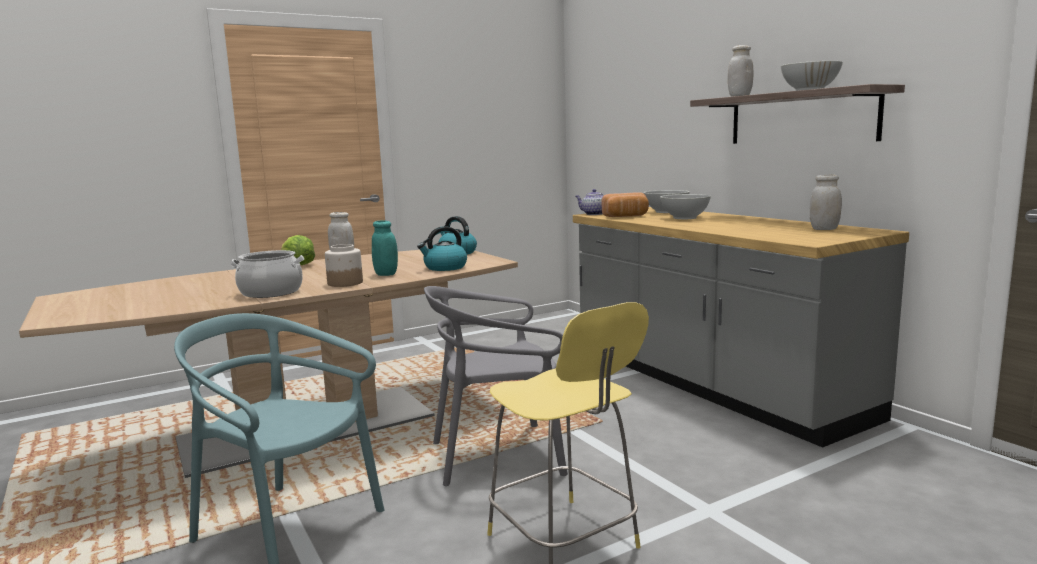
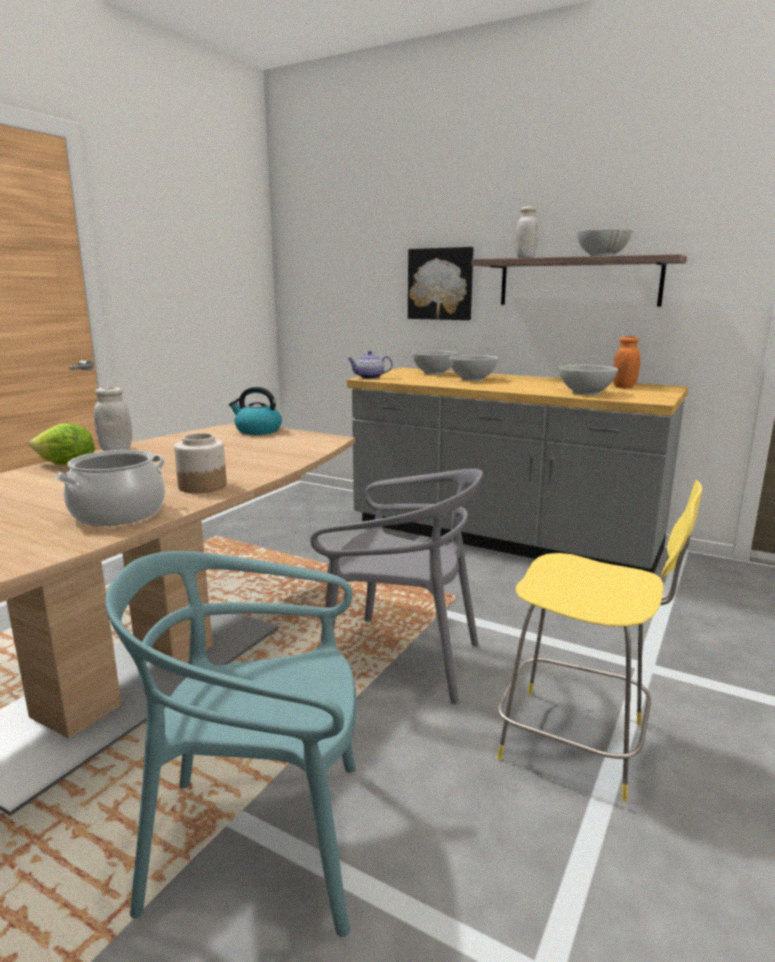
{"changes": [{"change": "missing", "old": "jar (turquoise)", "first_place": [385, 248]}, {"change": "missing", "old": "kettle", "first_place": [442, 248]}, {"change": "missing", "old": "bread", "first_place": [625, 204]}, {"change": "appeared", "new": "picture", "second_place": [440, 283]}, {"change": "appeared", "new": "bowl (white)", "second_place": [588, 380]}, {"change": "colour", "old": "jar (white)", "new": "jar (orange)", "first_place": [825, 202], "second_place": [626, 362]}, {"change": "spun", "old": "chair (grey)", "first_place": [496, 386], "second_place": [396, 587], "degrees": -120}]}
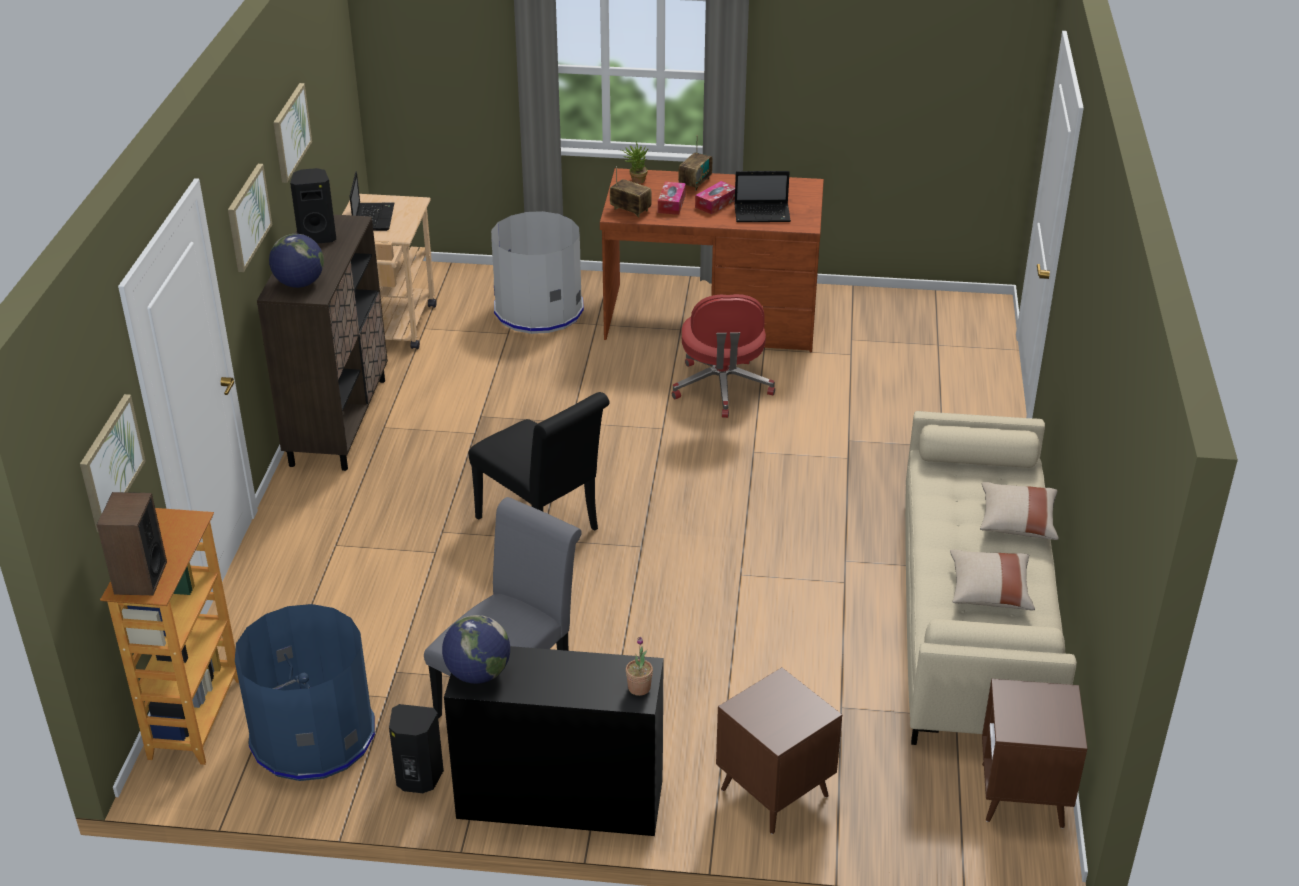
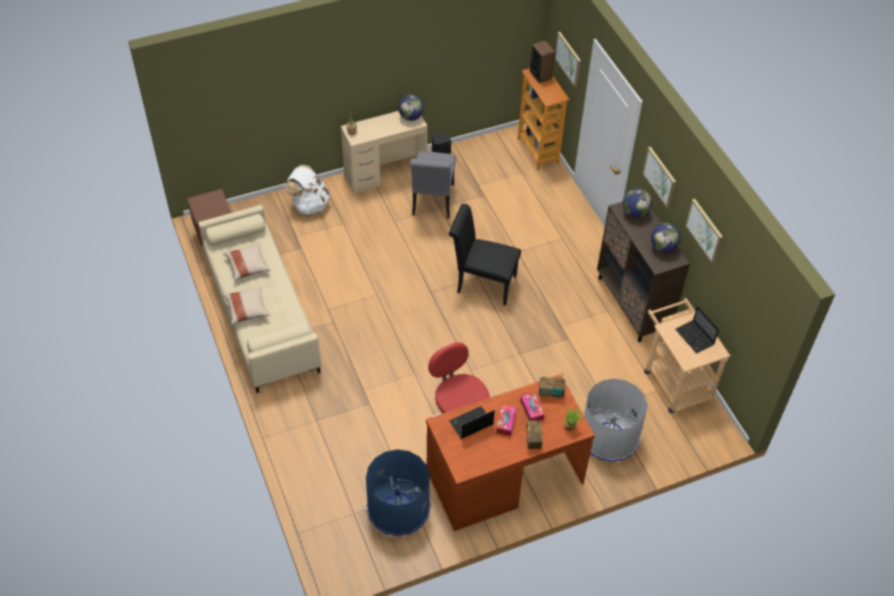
{"changes": [{"change": "relocated", "old": "trash can (blue)", "first_place": [305, 692], "second_place": [398, 492]}, {"change": "exchanged", "old": "speaker (black)", "new": "globe", "first_place": [313, 206], "second_place": [666, 238]}, {"change": "exchanged", "old": "side table (brown)", "new": "backpack (white)", "first_place": [779, 750], "second_place": [308, 190]}, {"change": "colour", "old": "desk (black)", "new": "desk (beige)", "first_place": [554, 741], "second_place": [384, 152]}]}
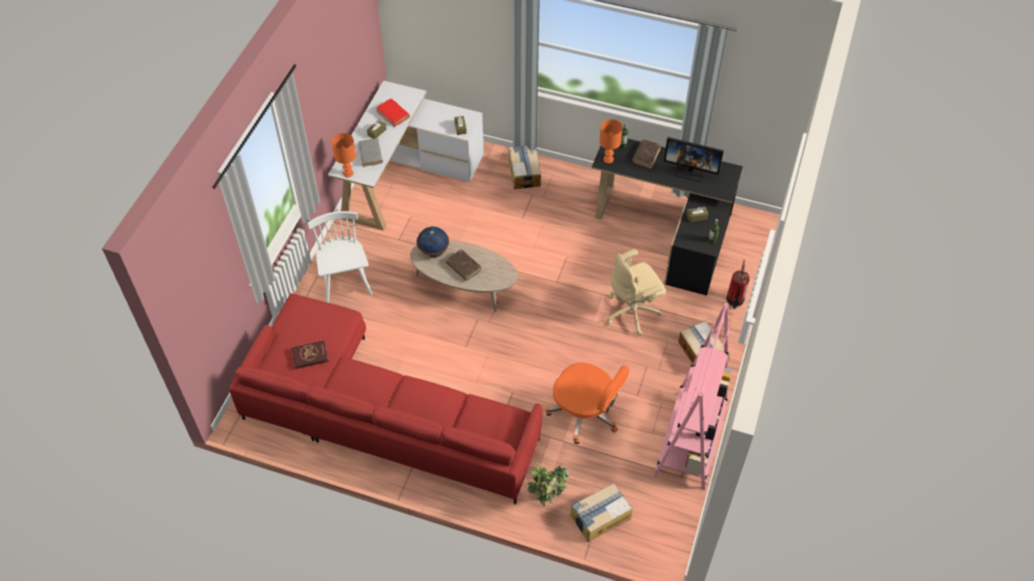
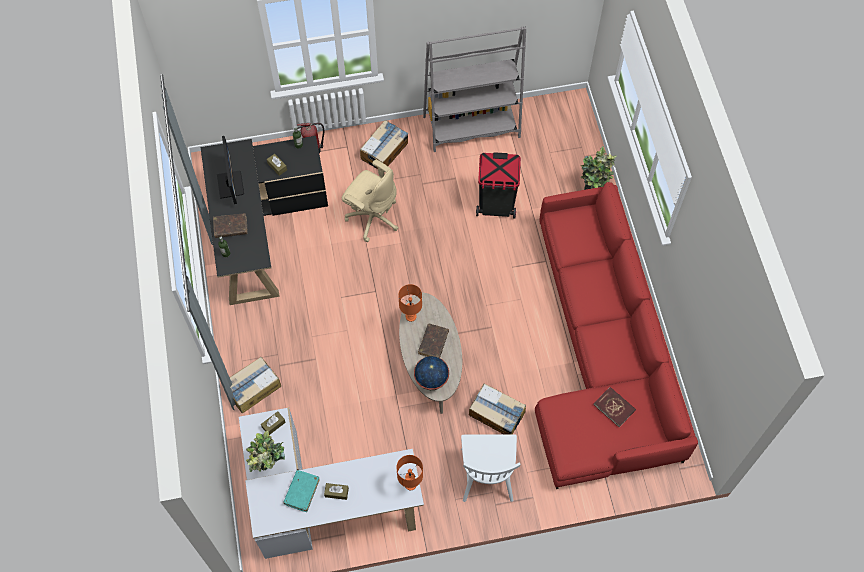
{"changes": [{"change": "missing", "old": "book (grey)", "first_place": [370, 152]}, {"change": "appeared", "new": "potted plant", "second_place": [265, 451]}, {"change": "relocated", "old": "cardboard box", "first_place": [602, 512], "second_place": [497, 408]}, {"change": "relocated", "old": "table lamp (orange)", "first_place": [611, 141], "second_place": [410, 303]}, {"change": "exchanged", "old": "office chair (orange)", "new": "trash can (black)", "first_place": [588, 403], "second_place": [498, 185]}, {"change": "colour", "old": "book (red)", "new": "book (turquoise)", "first_place": [393, 113], "second_place": [301, 491]}, {"change": "colour", "old": "bookcase (pink)", "new": "bookcase (grey)", "first_place": [692, 396], "second_place": [474, 89]}, {"change": "spun", "old": "chair (white)", "first_place": [340, 257], "second_place": [491, 468], "degrees": -45}]}
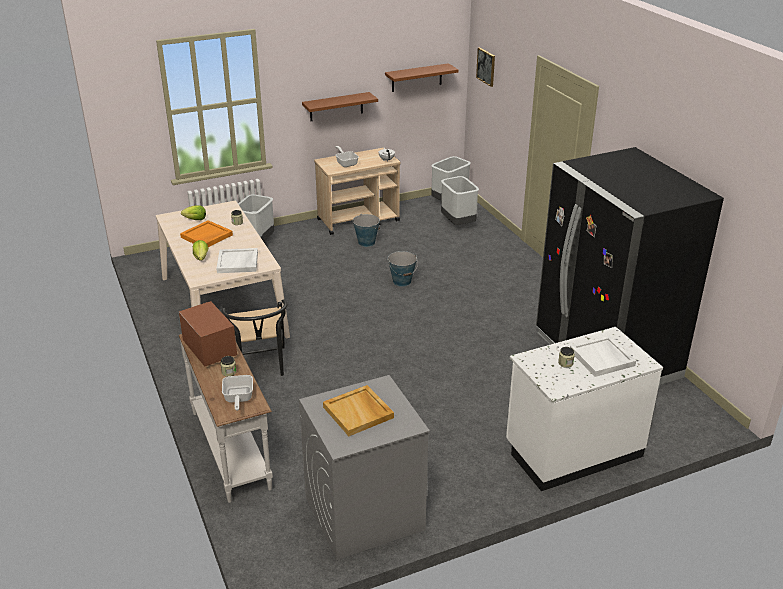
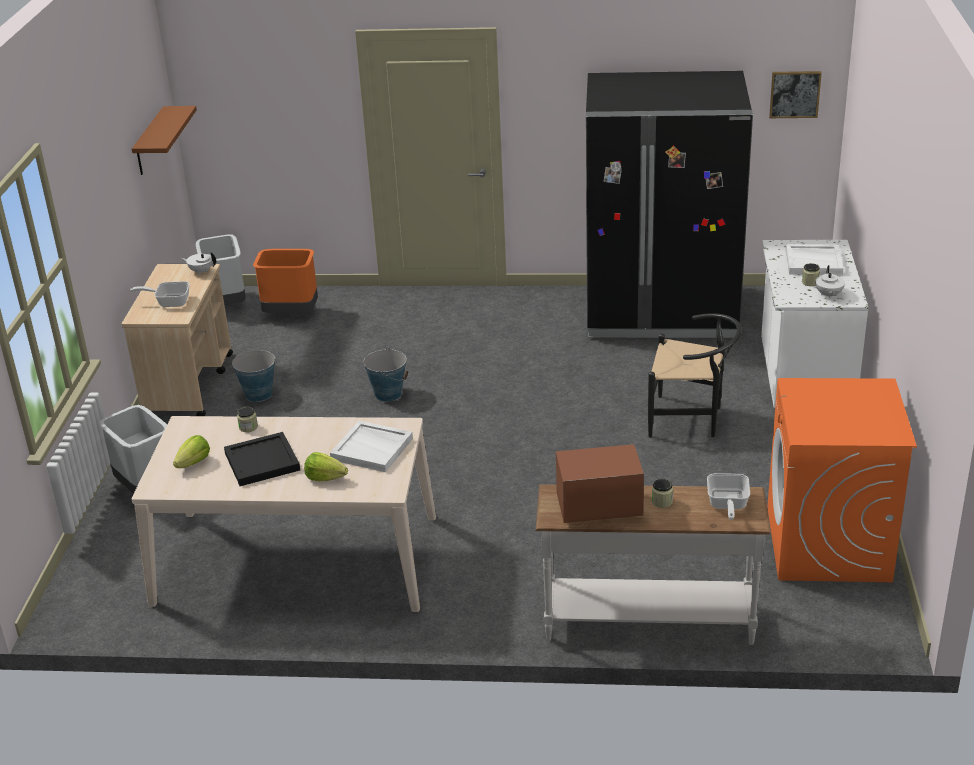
{"changes": [{"change": "missing", "old": "shelf (brown)", "first_place": [340, 106]}, {"change": "missing", "old": "tray (beige)", "first_place": [358, 410]}, {"change": "appeared", "new": "teapot (white)", "second_place": [830, 281]}, {"change": "relocated", "old": "chair (black)", "first_place": [254, 337], "second_place": [695, 375]}, {"change": "relocated", "old": "picture", "first_place": [485, 67], "second_place": [795, 94]}, {"change": "colour", "old": "tray (orange)", "new": "tray (black)", "first_place": [206, 233], "second_place": [262, 459]}, {"change": "colour", "old": "washing machine (grey)", "new": "washing machine (orange)", "first_place": [364, 467], "second_place": [842, 480]}, {"change": "colour", "old": "trash can (grey)", "new": "trash can (orange)", "first_place": [460, 200], "second_place": [285, 281]}, {"change": "spun", "old": "frying pan", "first_place": [237, 393], "second_place": [728, 496], "degrees": 75}]}
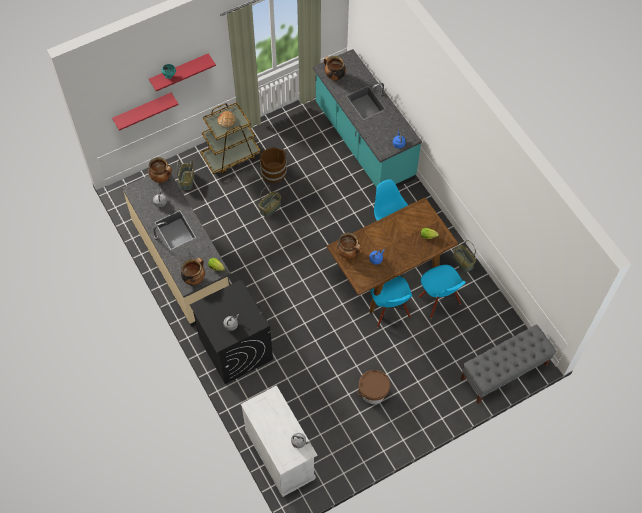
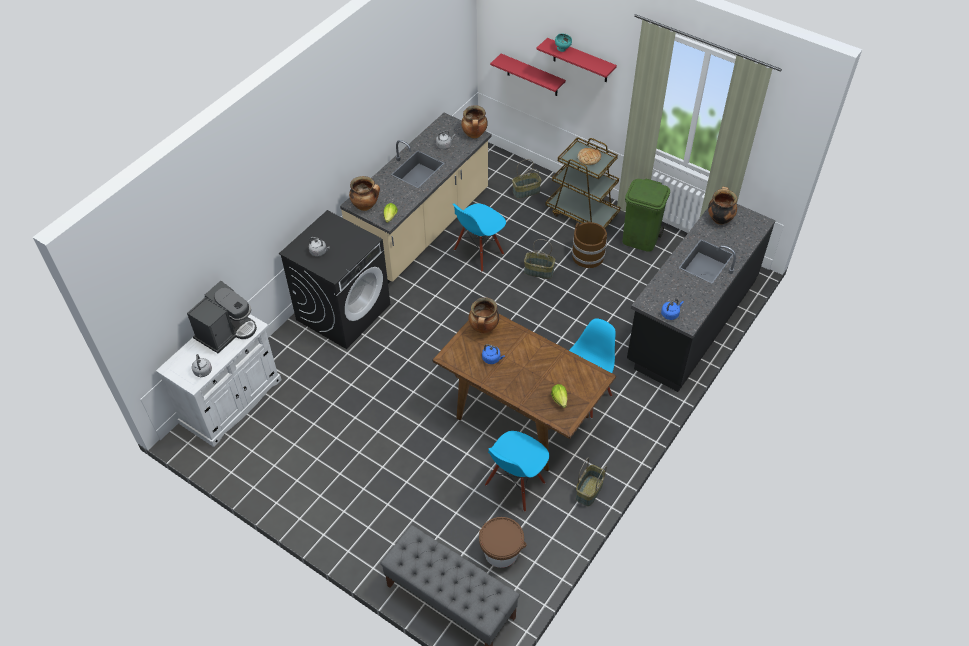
{"changes": [{"change": "appeared", "new": "coffee machine", "second_place": [222, 317]}, {"change": "appeared", "new": "trash can (green)", "second_place": [646, 215]}, {"change": "relocated", "old": "bucket (brown)", "first_place": [373, 387], "second_place": [503, 542]}, {"change": "relocated", "old": "chair (blue)", "first_place": [391, 301], "second_place": [479, 237]}, {"change": "colour", "old": "counter (turquoise)", "new": "counter (black)", "first_place": [367, 118], "second_place": [701, 298]}]}
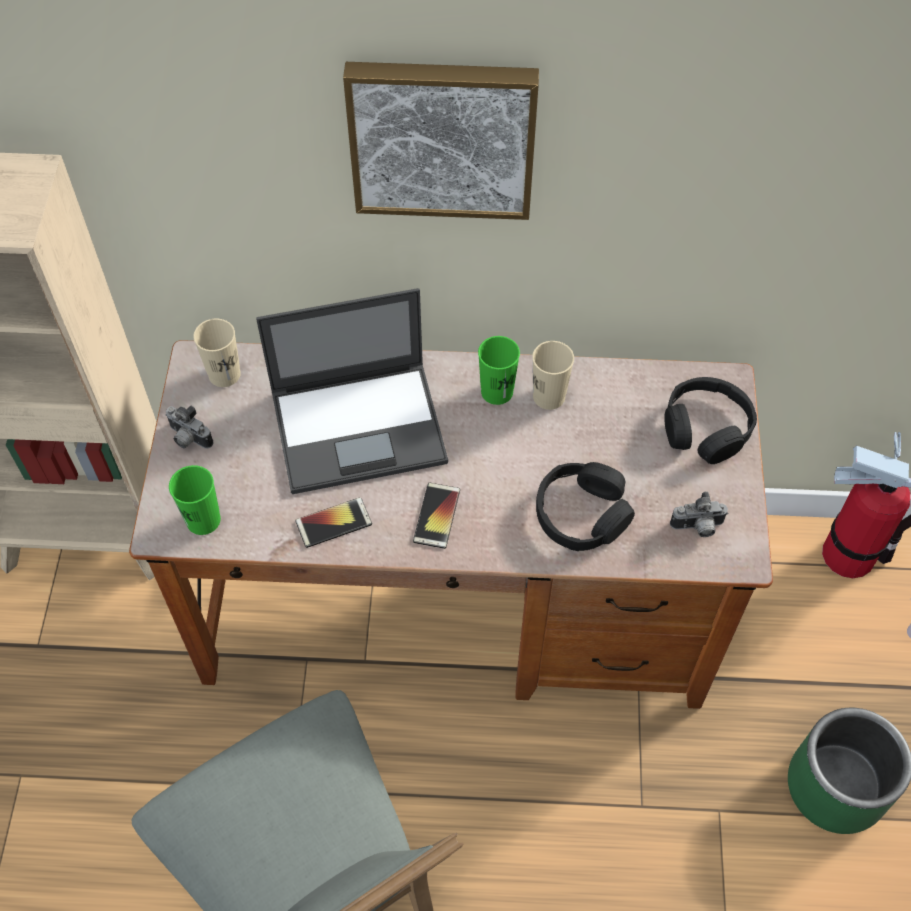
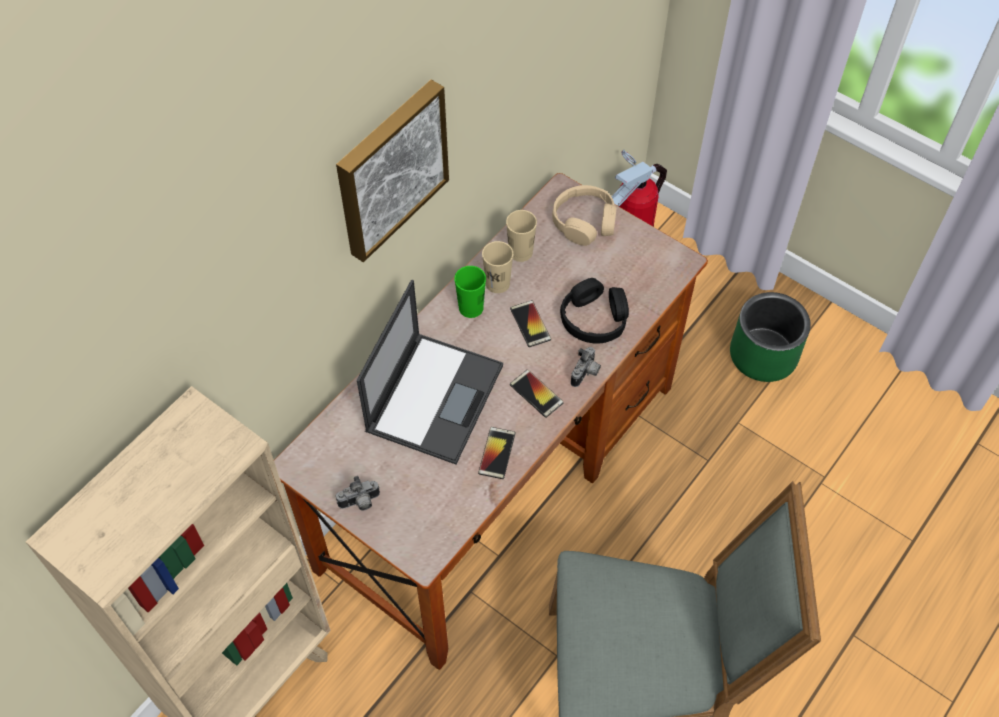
{"changes": [{"change": "missing", "old": "cup (green)", "first_place": [195, 500]}, {"change": "appeared", "new": "phone", "second_place": [530, 323]}, {"change": "relocated", "old": "cup (beige)", "first_place": [217, 353], "second_place": [521, 236]}, {"change": "relocated", "old": "photo camera", "first_place": [699, 514], "second_place": [586, 367]}, {"change": "colour", "old": "headphones (black)", "new": "headphones (beige)", "first_place": [710, 420], "second_place": [584, 215]}]}
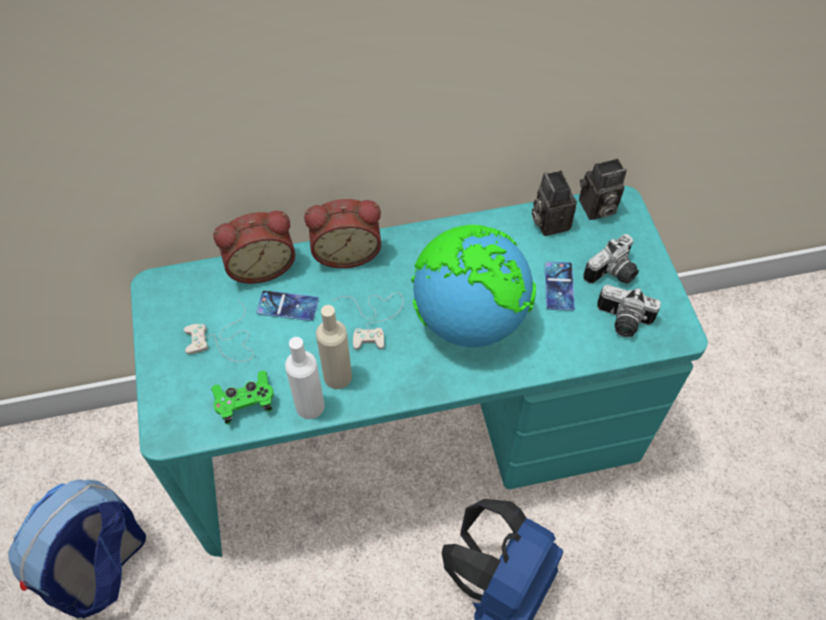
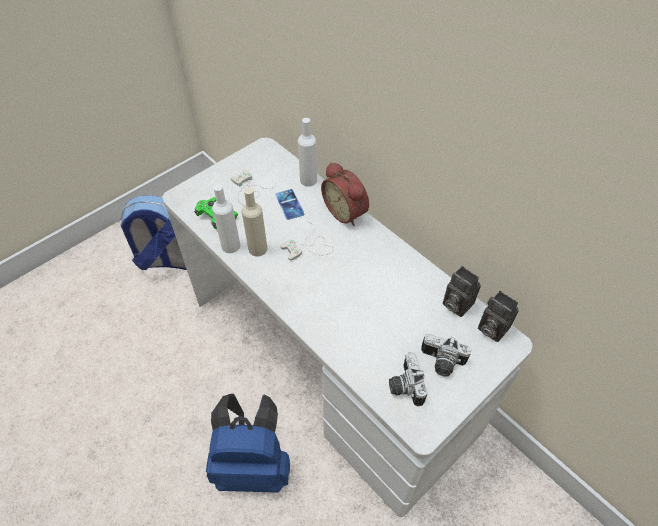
{"changes": [{"change": "missing", "old": "globe", "first_place": [473, 286]}, {"change": "missing", "old": "phone", "first_place": [559, 286]}, {"change": "exchanged", "old": "alarm clock", "new": "bottle (white)", "first_place": [254, 247], "second_place": [307, 152]}, {"change": "colour", "old": "desk (turquoise)", "new": "desk (white)", "first_place": [419, 371], "second_place": [347, 327]}, {"change": "spun", "old": "photo camera", "first_place": [554, 203], "second_place": [462, 291], "degrees": -90}]}
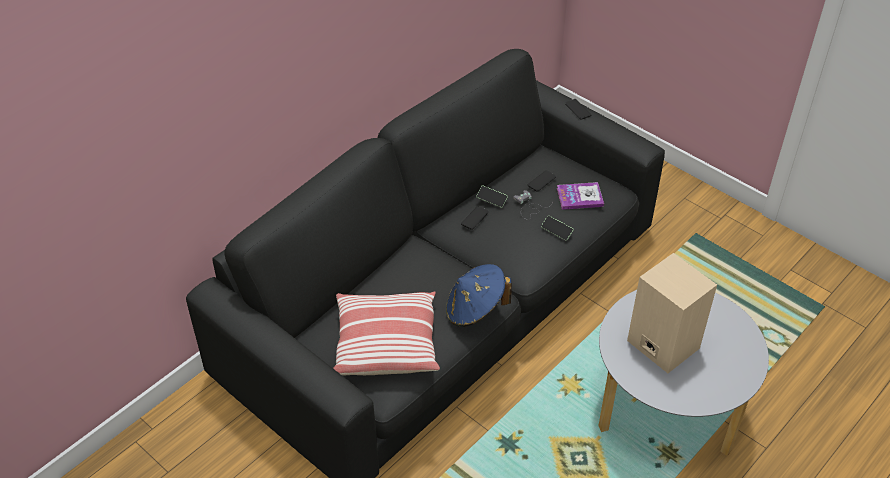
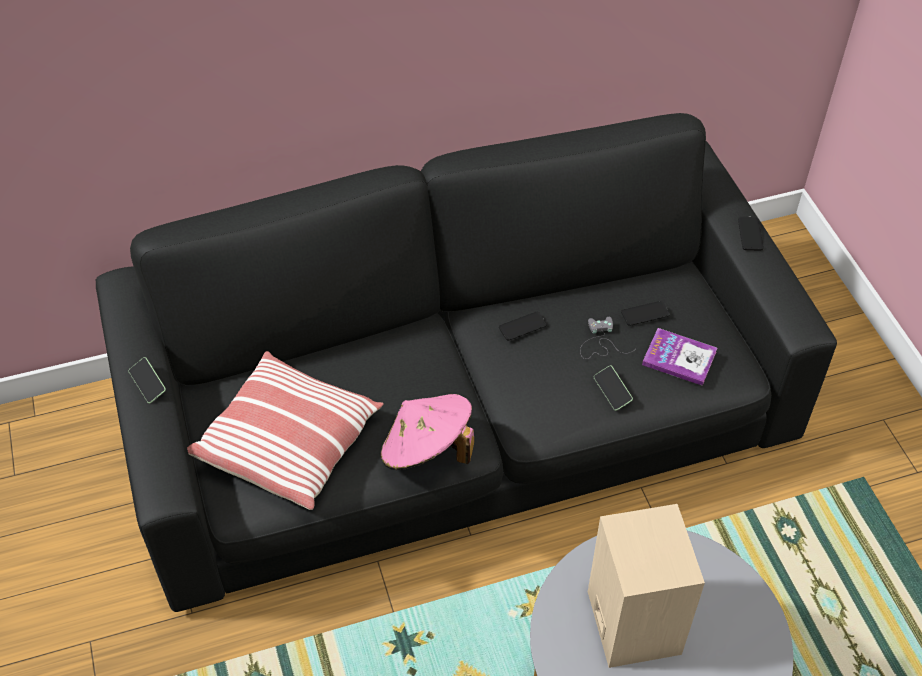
{"changes": [{"change": "relocated", "old": "phone", "first_place": [492, 196], "second_place": [147, 380]}, {"change": "colour", "old": "hat (blue)", "new": "hat (pink)", "first_place": [479, 295], "second_place": [427, 432]}]}
